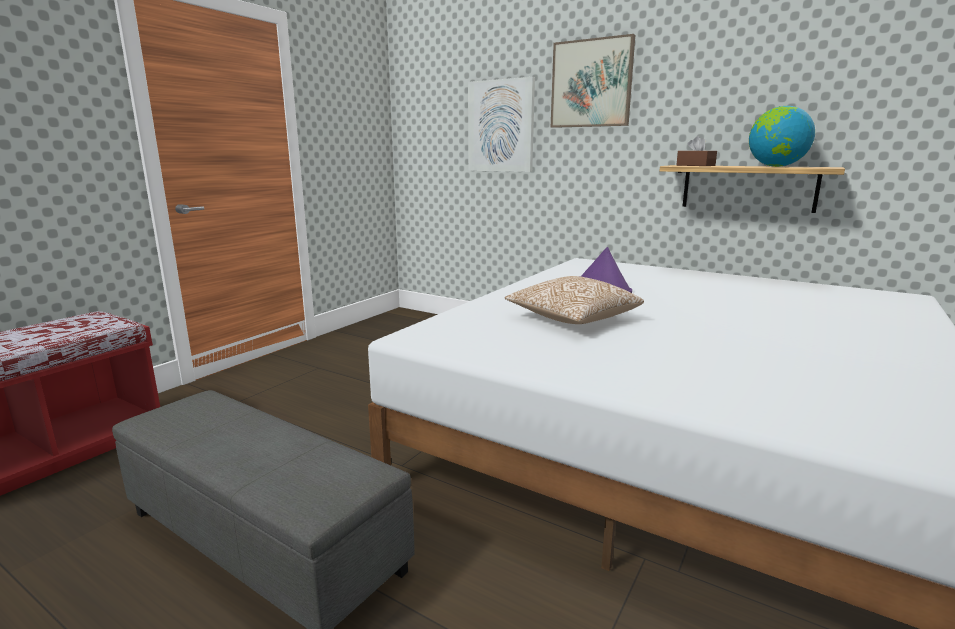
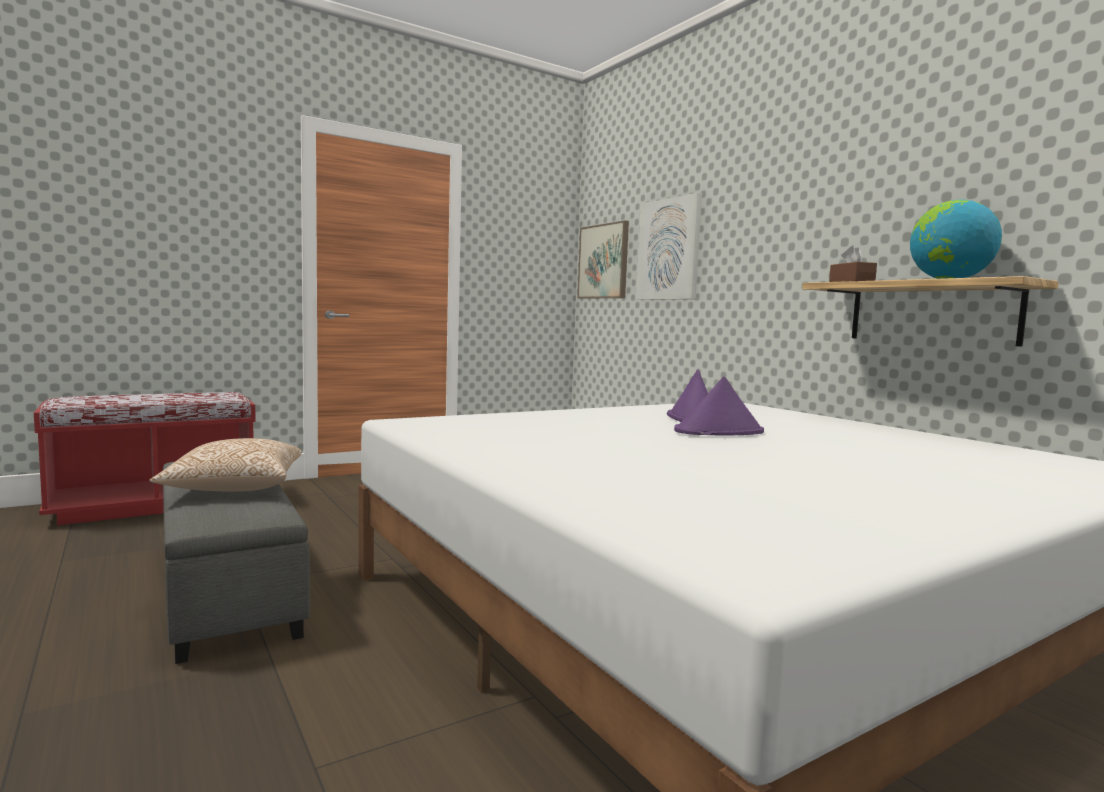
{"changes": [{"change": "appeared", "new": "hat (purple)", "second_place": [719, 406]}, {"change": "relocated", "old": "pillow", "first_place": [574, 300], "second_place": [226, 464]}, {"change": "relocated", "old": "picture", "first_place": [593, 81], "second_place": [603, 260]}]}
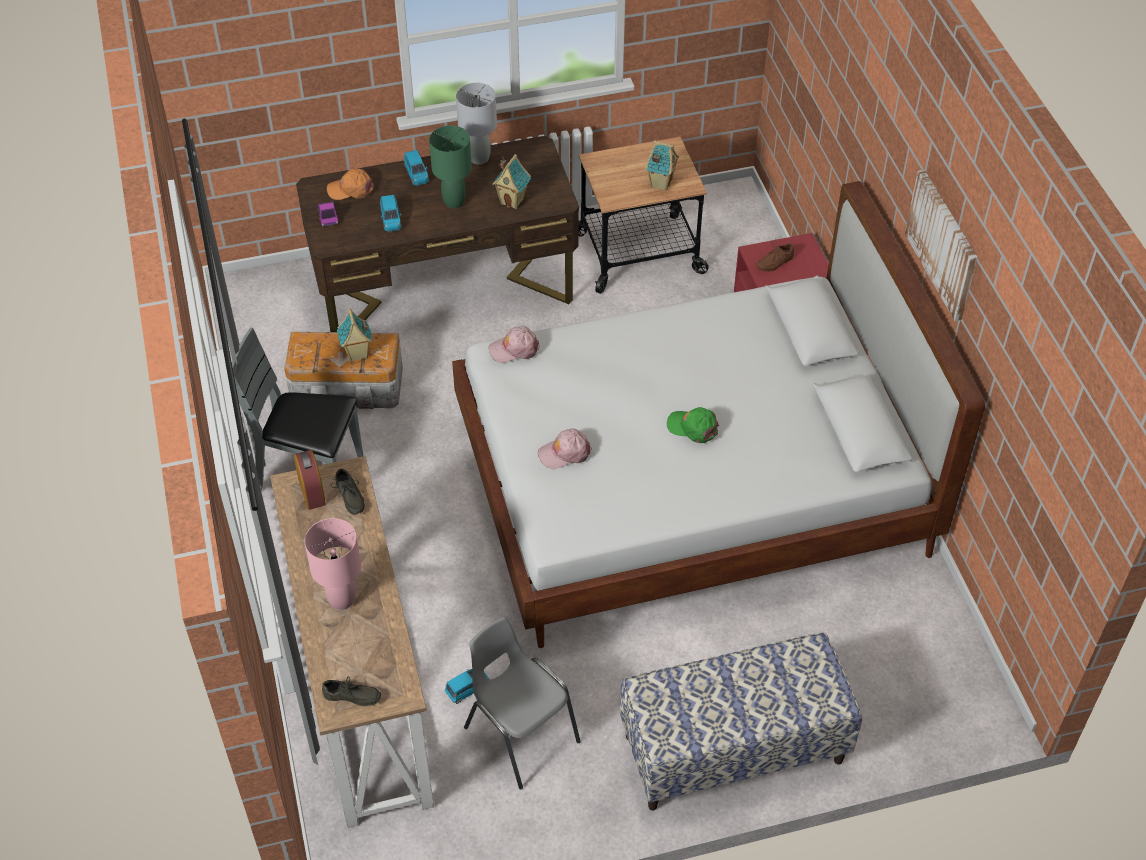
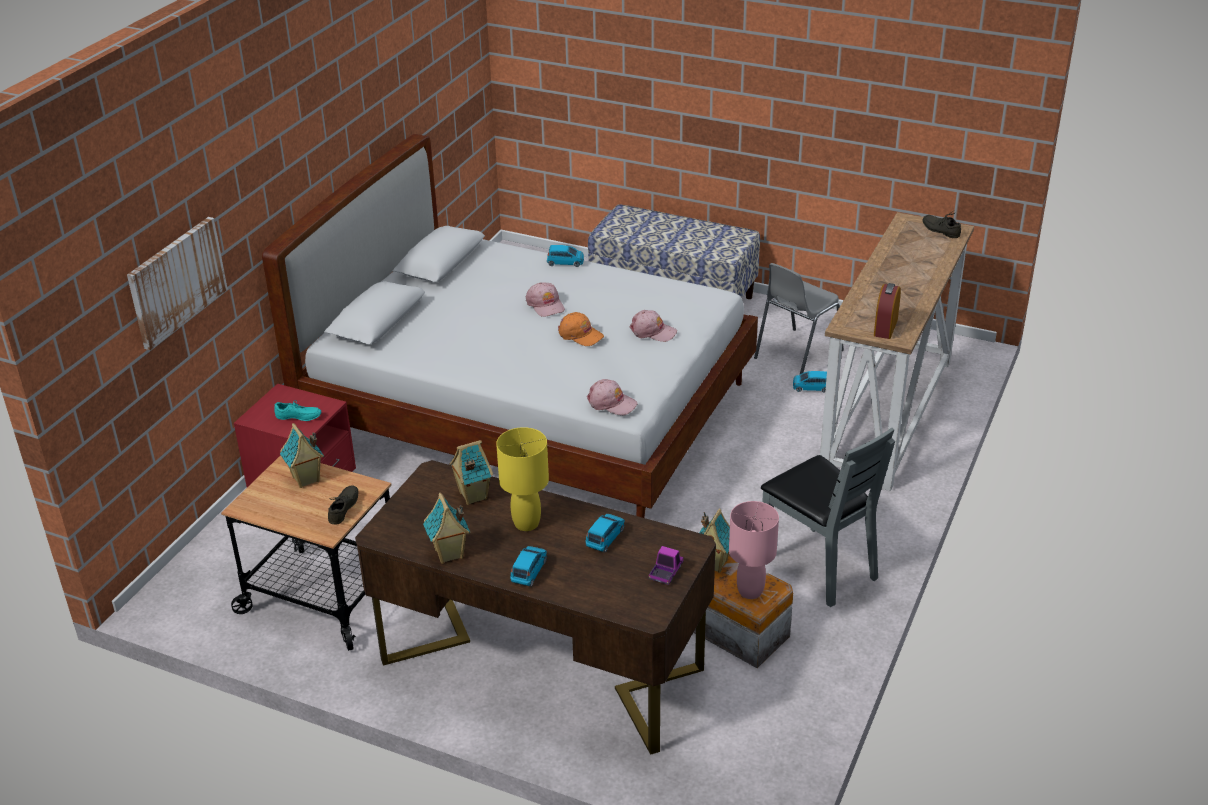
{"changes": [{"change": "appeared", "new": "toy car (blue)", "second_place": [565, 256]}, {"change": "relocated", "old": "table lamp (pink)", "first_place": [332, 564], "second_place": [754, 550]}, {"change": "relocated", "old": "cap (orange)", "first_place": [350, 184], "second_place": [581, 329]}, {"change": "relocated", "old": "shoe (grey)", "first_place": [348, 492], "second_place": [343, 505]}, {"change": "relocated", "old": "picture", "first_place": [941, 245], "second_place": [177, 283]}, {"change": "exchanged", "old": "table lamp (grey)", "new": "toy house", "first_place": [476, 123], "second_place": [446, 528]}, {"change": "colour", "old": "table lamp (green)", "new": "table lamp (yellow)", "first_place": [450, 166], "second_place": [522, 479]}, {"change": "colour", "old": "cap (green)", "new": "cap (pink)", "first_place": [693, 425], "second_place": [545, 299]}, {"change": "colour", "old": "shoe (brown)", "new": "shoe (turquoise)", "first_place": [775, 256], "second_place": [297, 410]}, {"change": "spun", "old": "chair (grey)", "first_place": [522, 703], "second_place": [799, 319], "degrees": 45}]}
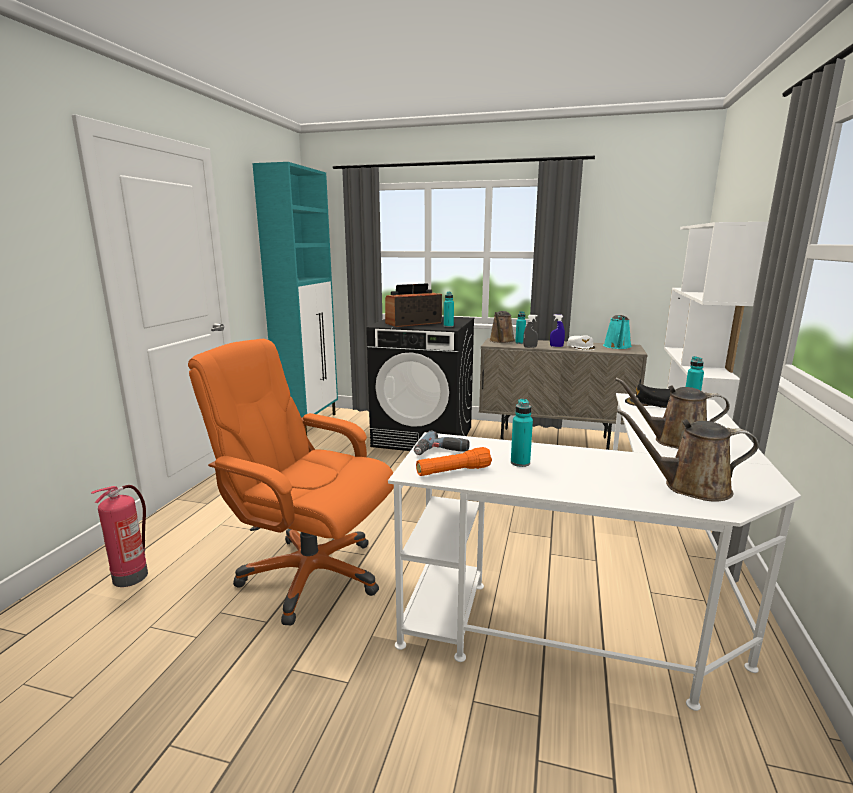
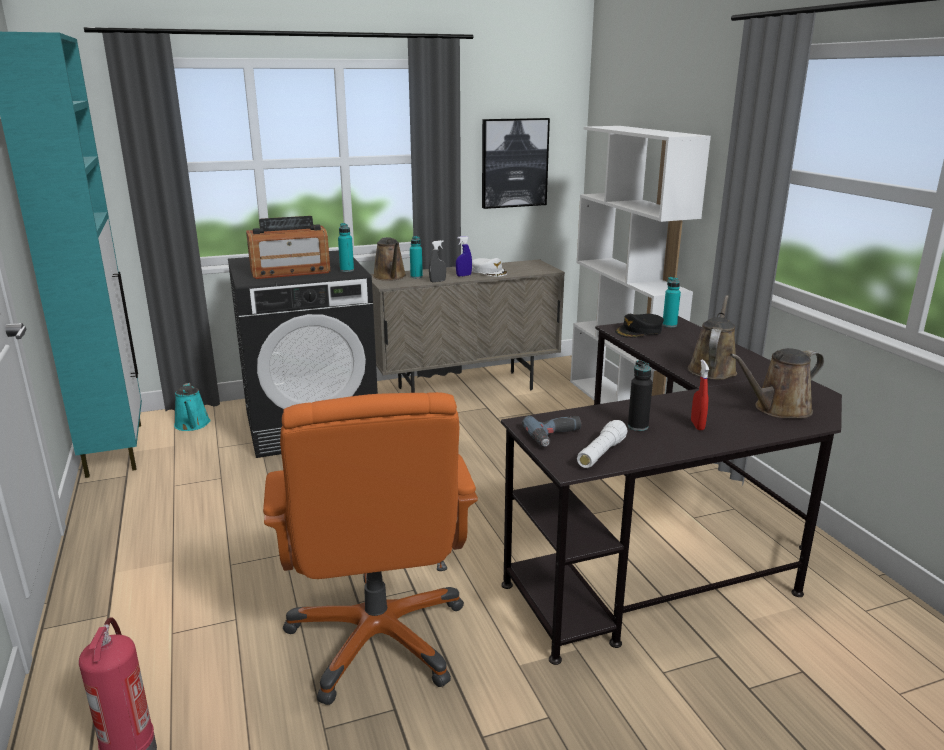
{"changes": [{"change": "appeared", "new": "picture", "second_place": [516, 163]}, {"change": "appeared", "new": "spray bottle (red)", "second_place": [700, 394]}, {"change": "relocated", "old": "watering can (turquoise)", "first_place": [617, 332], "second_place": [192, 407]}, {"change": "colour", "old": "desk (white)", "new": "desk (black)", "first_place": [594, 552], "second_place": [671, 490]}, {"change": "colour", "old": "flashlight (orange)", "new": "flashlight (white)", "first_place": [454, 461], "second_place": [602, 444]}, {"change": "colour", "old": "bottle (turquoise)", "new": "bottle (black)", "first_place": [522, 433], "second_place": [640, 395]}, {"change": "spun", "old": "office chair (orange)", "first_place": [291, 482], "second_place": [370, 548], "degrees": -90}, {"change": "spun", "old": "radio", "first_place": [413, 305], "second_place": [288, 247], "degrees": -135}, {"change": "spun", "old": "watering can (brown)", "first_place": [672, 413], "second_place": [712, 337], "degrees": 135}]}
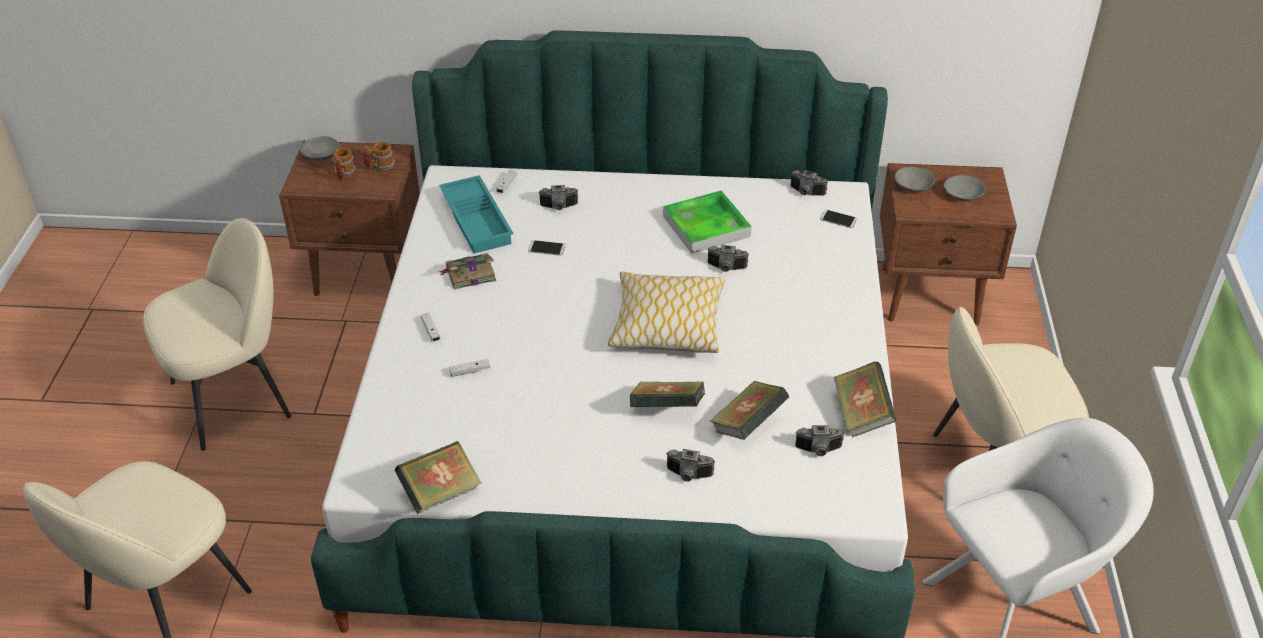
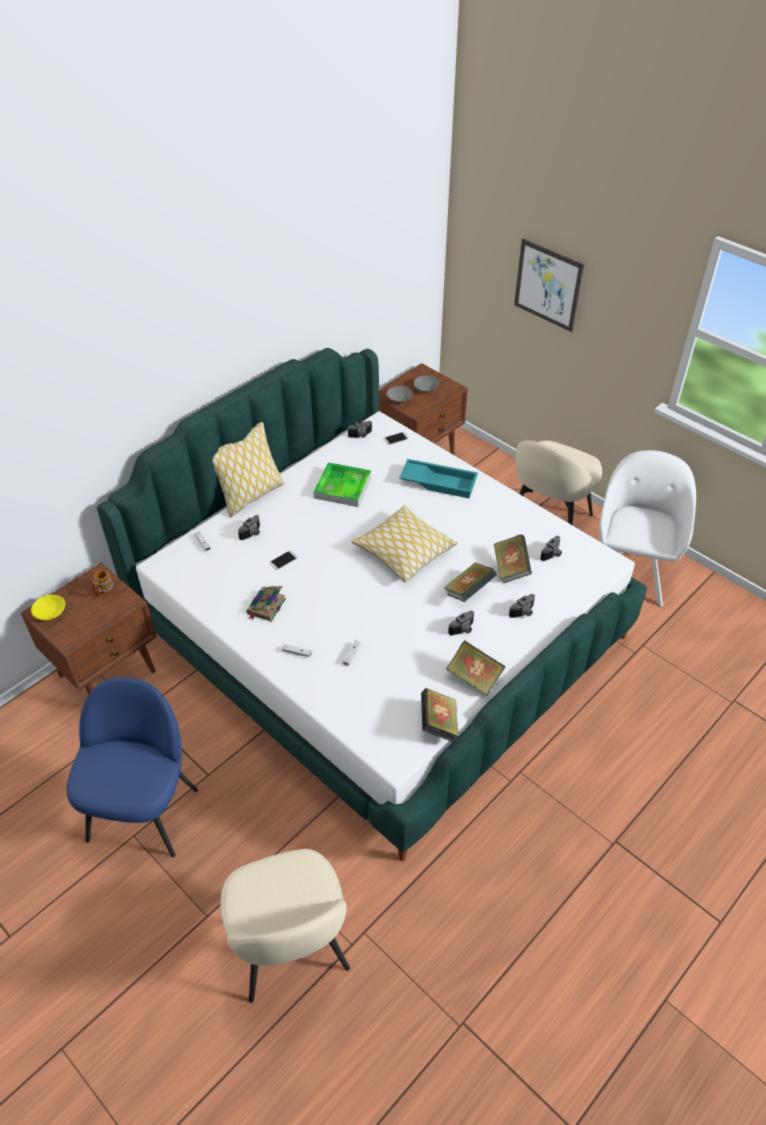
{"changes": [{"change": "missing", "old": "mug", "first_place": [344, 164]}, {"change": "appeared", "new": "pillow", "second_place": [248, 469]}, {"change": "appeared", "new": "picture", "second_place": [549, 285]}, {"change": "relocated", "old": "tray (turquoise)", "first_place": [476, 214], "second_place": [438, 478]}, {"change": "relocated", "old": "photo camera", "first_place": [728, 258], "second_place": [461, 623]}, {"change": "relocated", "old": "book", "first_place": [865, 399], "second_place": [475, 668]}, {"change": "colour", "old": "chair (beige)", "new": "chair (blue)", "first_place": [217, 334], "second_place": [132, 767]}, {"change": "colour", "old": "bowl (grey)", "new": "bowl (yellow)", "first_place": [320, 148], "second_place": [48, 607]}]}
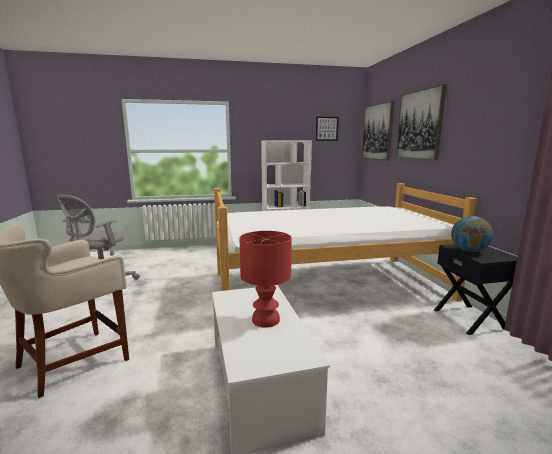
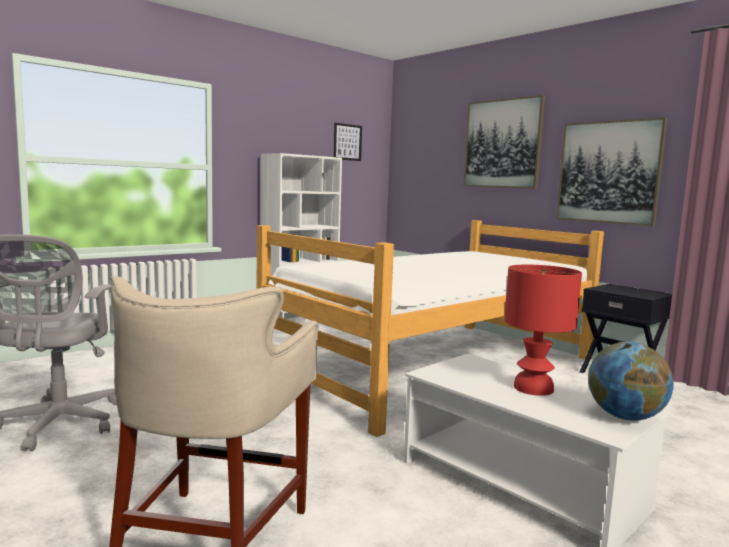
{"changes": [{"change": "relocated", "old": "picture", "first_place": [378, 131], "second_place": [612, 171]}, {"change": "relocated", "old": "globe", "first_place": [472, 234], "second_place": [631, 381]}]}
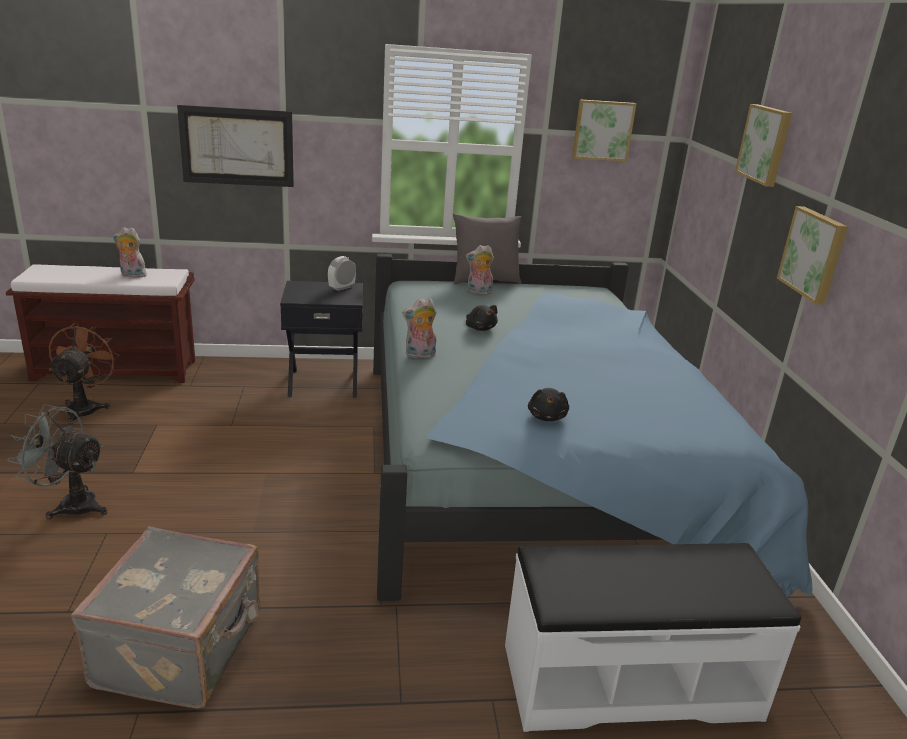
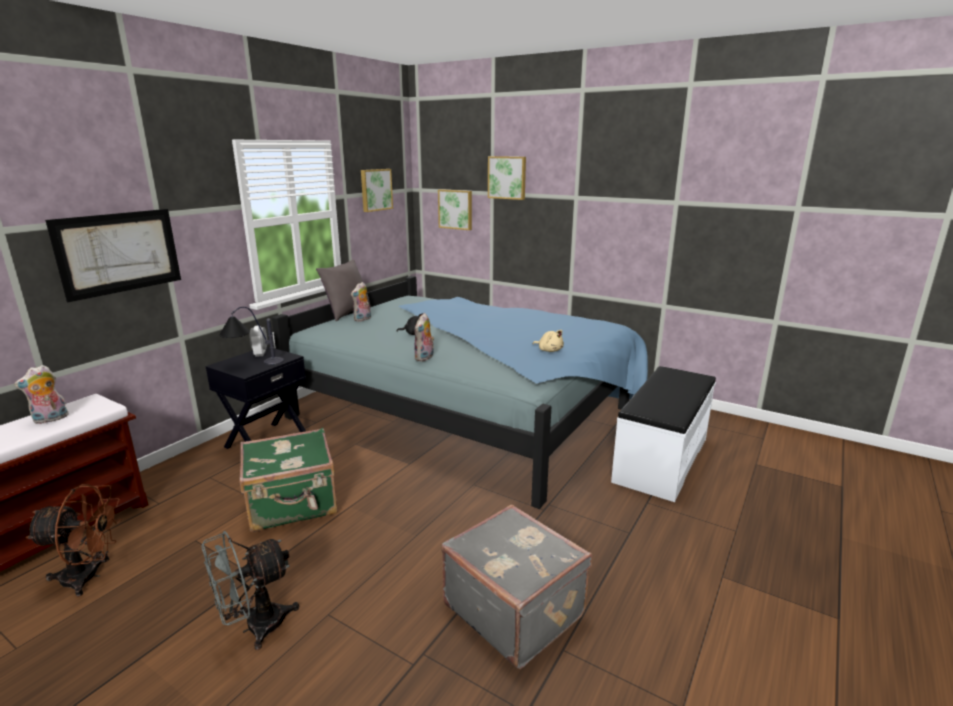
{"changes": [{"change": "appeared", "new": "table lamp", "second_place": [251, 336]}, {"change": "appeared", "new": "suitcase (green)", "second_place": [289, 480]}, {"change": "relocated", "old": "picture", "first_place": [812, 255], "second_place": [455, 209]}, {"change": "colour", "old": "plush toy (black)", "new": "plush toy (beige)", "first_place": [548, 404], "second_place": [548, 341]}, {"change": "spun", "old": "fan (brown)", "first_place": [84, 373], "second_place": [73, 540], "degrees": 135}]}
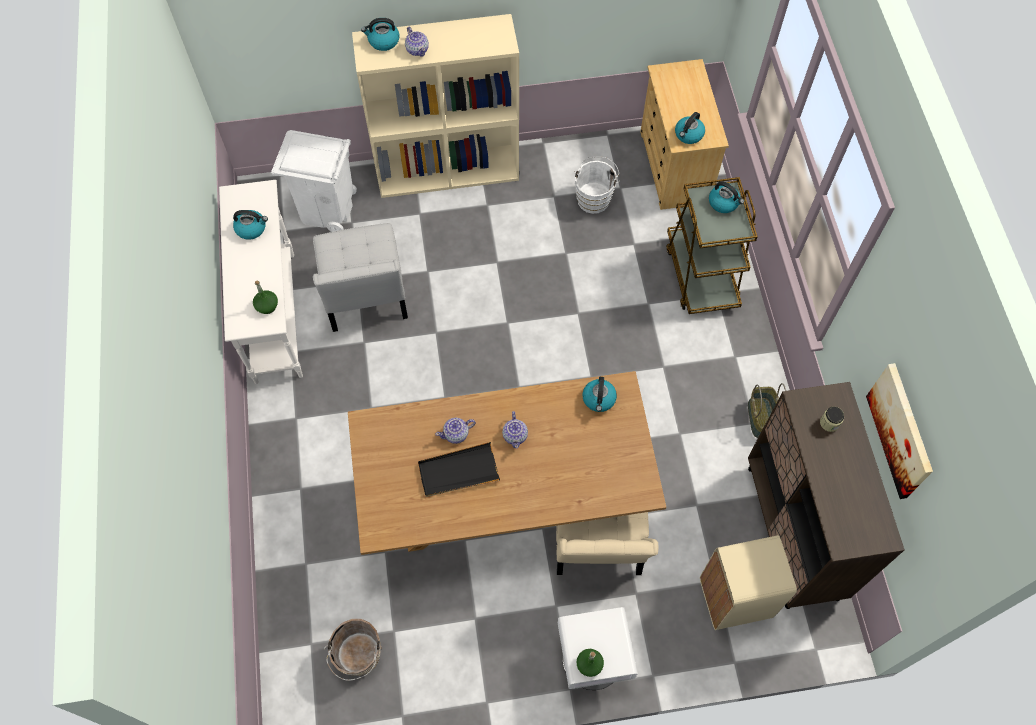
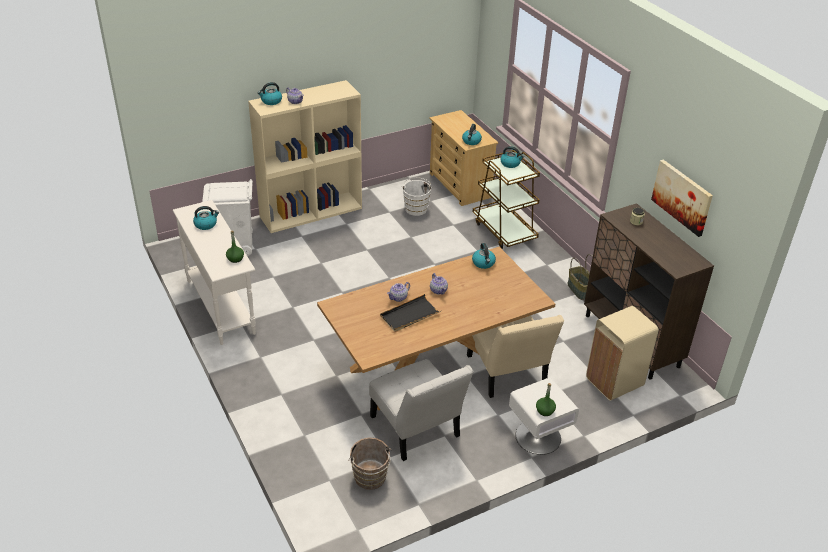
{"changes": [{"change": "relocated", "old": "chair (white)", "first_place": [360, 277], "second_place": [421, 410]}]}
